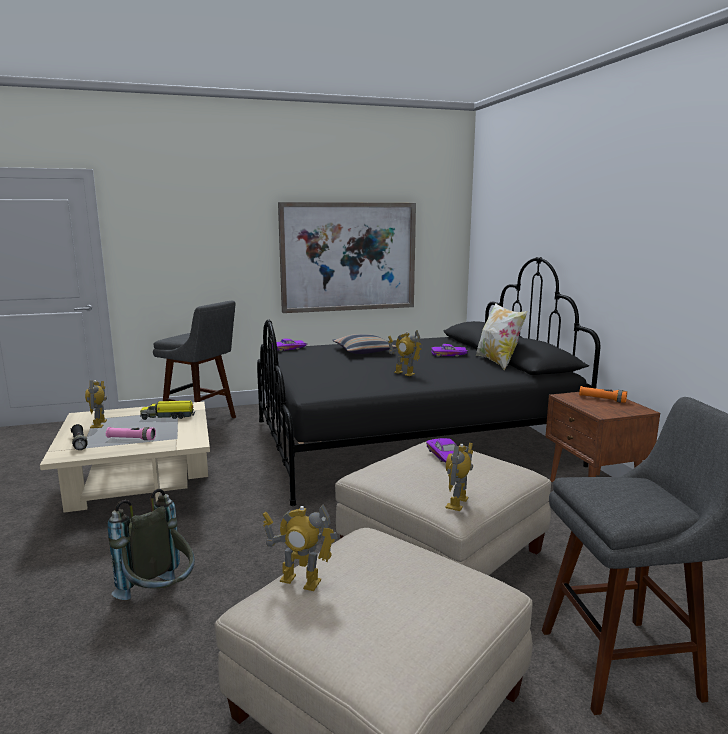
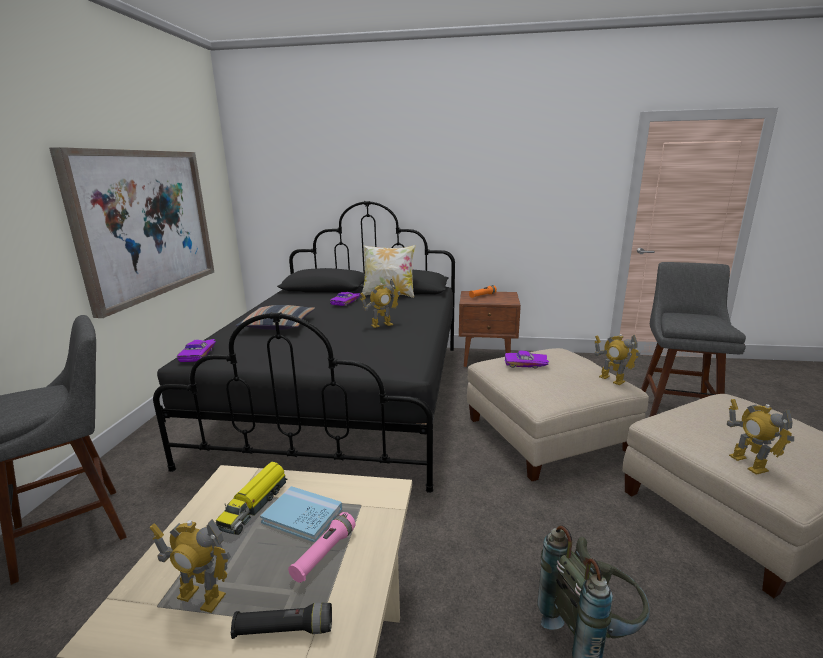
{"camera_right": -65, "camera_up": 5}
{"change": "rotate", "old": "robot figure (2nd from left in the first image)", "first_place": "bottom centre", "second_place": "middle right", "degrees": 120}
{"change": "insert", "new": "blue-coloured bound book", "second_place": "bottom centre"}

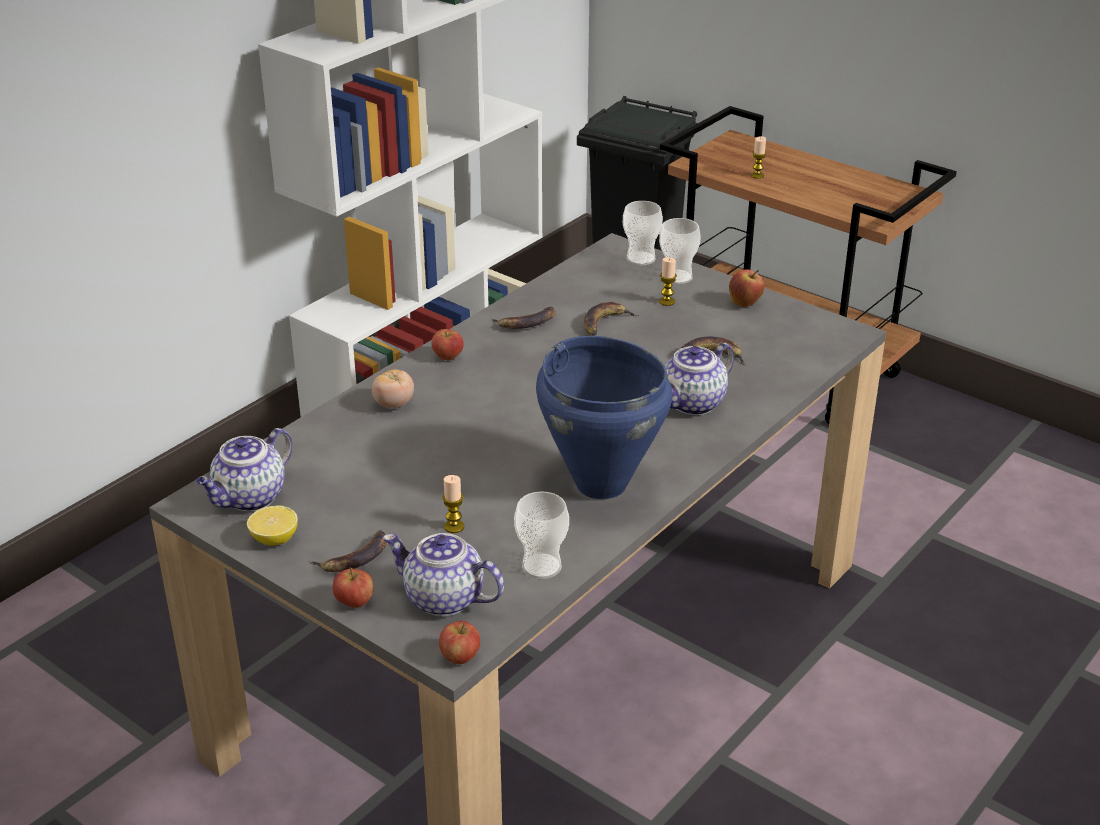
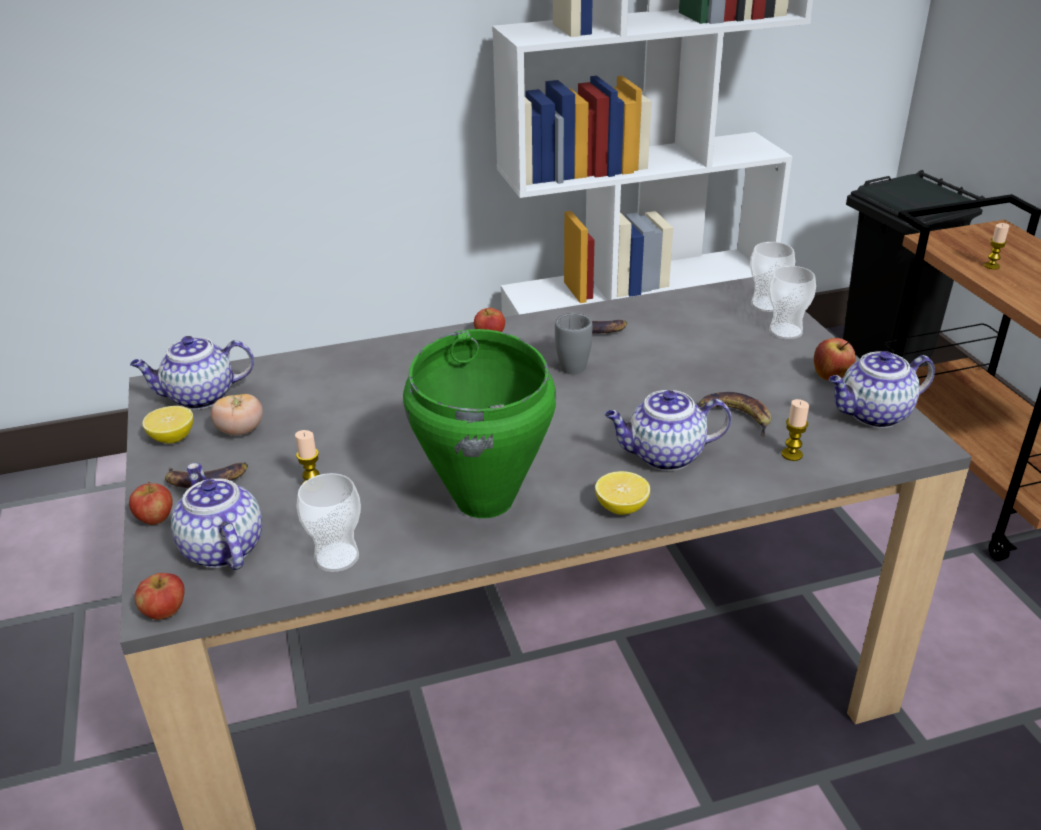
{"camera_right": 35, "camera_up": 0}
{"change": "move", "old": "wax light (2nd from left)", "first_place": "centre", "second_place": "middle right"}
{"change": "delete", "old": "banana (3rd from left)", "first_place": "centre"}
{"change": "recolor", "old": "blue-coloured saucepot", "new": "green-coloured saucepot", "first_place": "centre", "second_place": "centre"}
{"change": "move", "old": "fresh tomato", "first_place": "centre", "second_place": "middle left"}
{"change": "insert", "new": "greyish mug", "second_place": "centre"}
{"change": "insert", "new": "tea pot (4th from left)", "second_place": "middle right"}
{"change": "insert", "new": "whole lemon (2nd from left)", "second_place": "centre"}

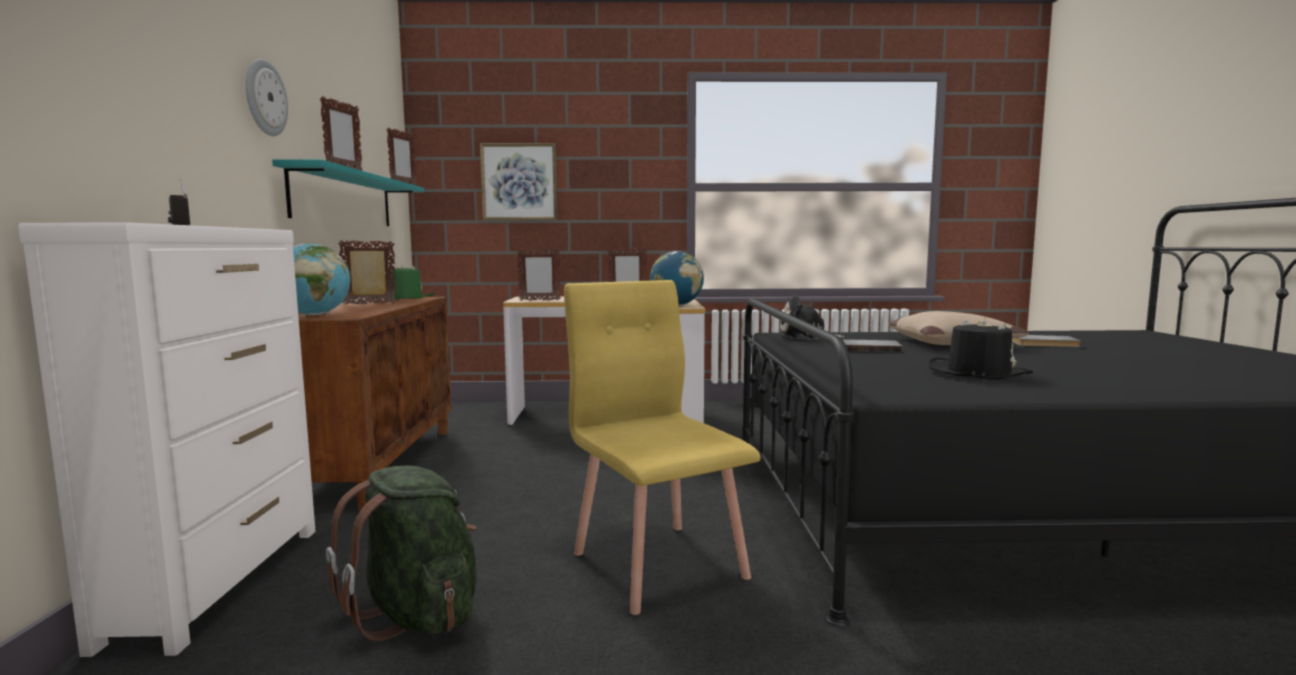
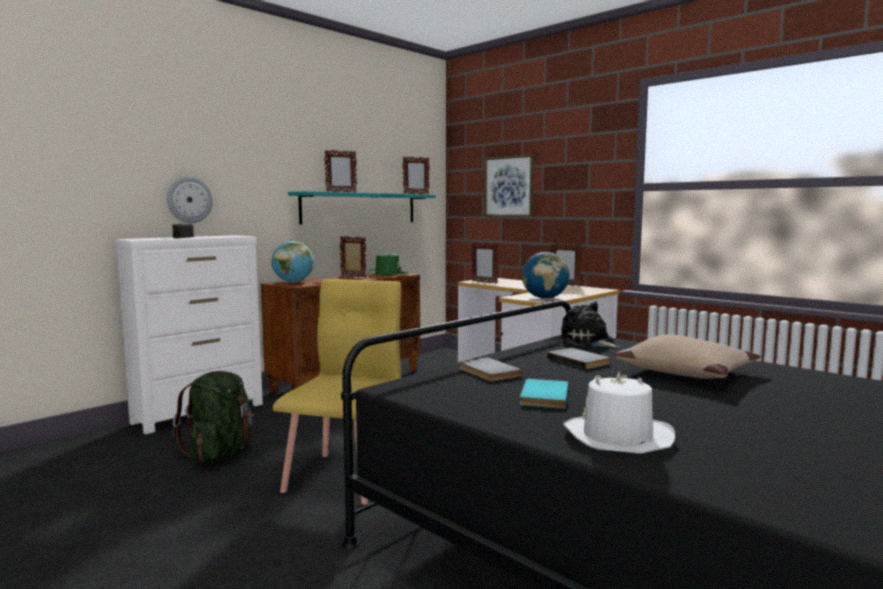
{"camera_right": 45, "camera_up": 0}
{"change": "move", "old": "wall clock", "first_place": "top left", "second_place": "middle left"}
{"change": "replace", "old": "black-coloured wearable hat", "new": "blue-green bound book", "first_place": "middle right", "second_place": "bottom centre"}
{"change": "move", "old": "greyish bound book (2nd from left in the first image)", "new": "greyish bound book (1st from left)", "first_place": "middle right", "second_place": "centre"}
{"change": "insert", "new": "white-coloured wearable hat", "second_place": "bottom right"}

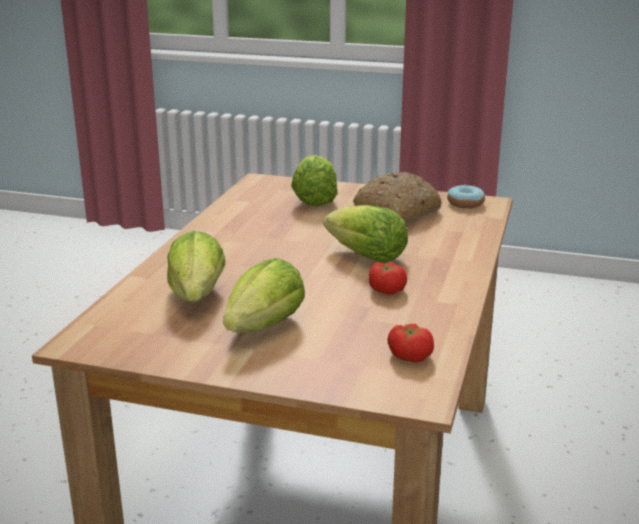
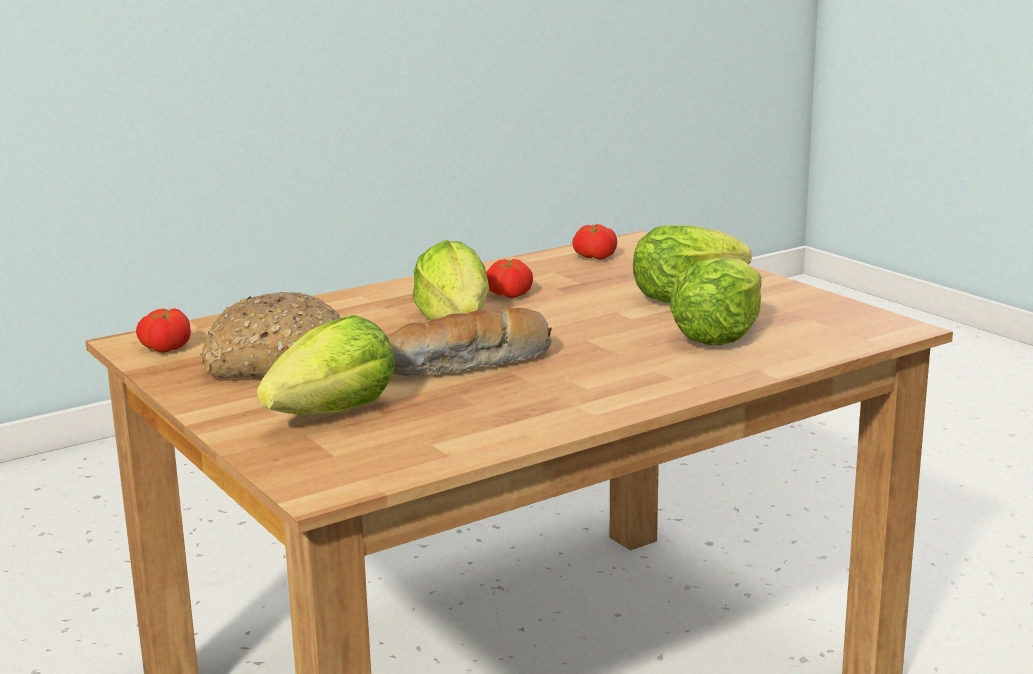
{"camera_right": -140, "camera_up": -5}
{"change": "replace", "old": "ring doughnut", "new": "fresh tomato (1st from left)", "first_place": "middle right", "second_place": "middle left"}
{"change": "insert", "new": "baked bread (2nd from left)", "second_place": "centre"}

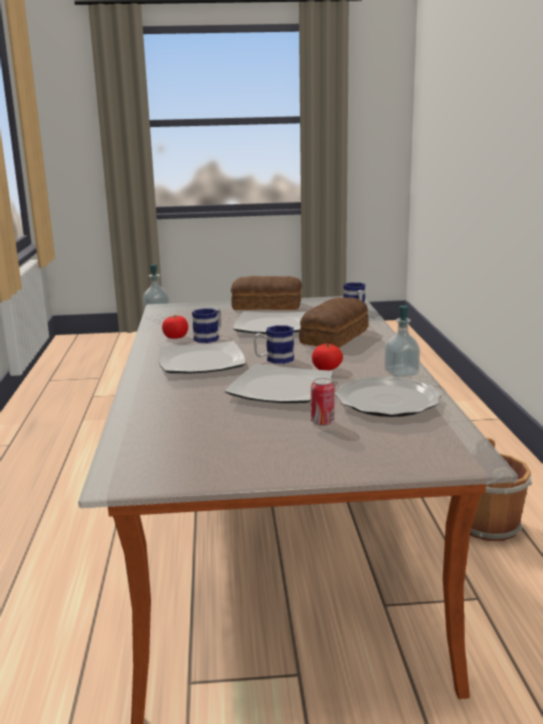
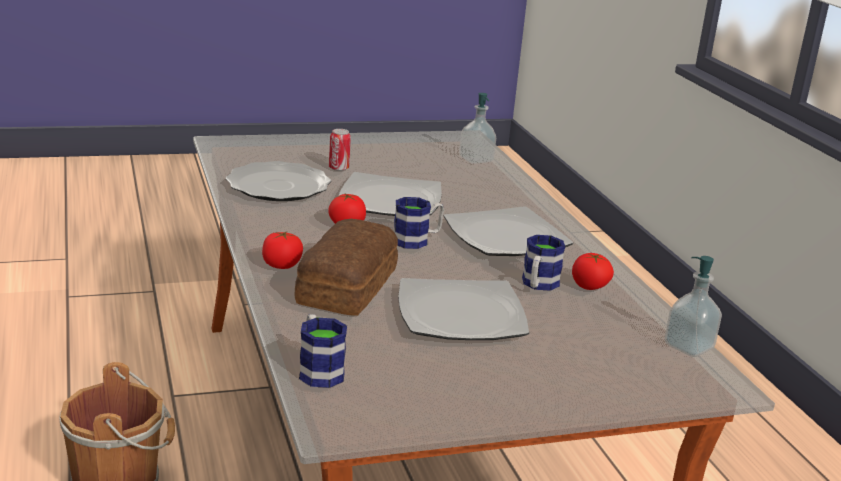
{"camera_right": 165, "camera_up": 5}
{"change": "delete", "old": "baked bread (1st from left)", "first_place": "centre"}
{"change": "move", "old": "liquid soap bottle (2nd from left in the first image)", "new": "liquid soap bottle (1st from left)", "first_place": "middle right", "second_place": "top centre"}
{"change": "insert", "new": "fresh tomato (1st from left)", "second_place": "centre"}

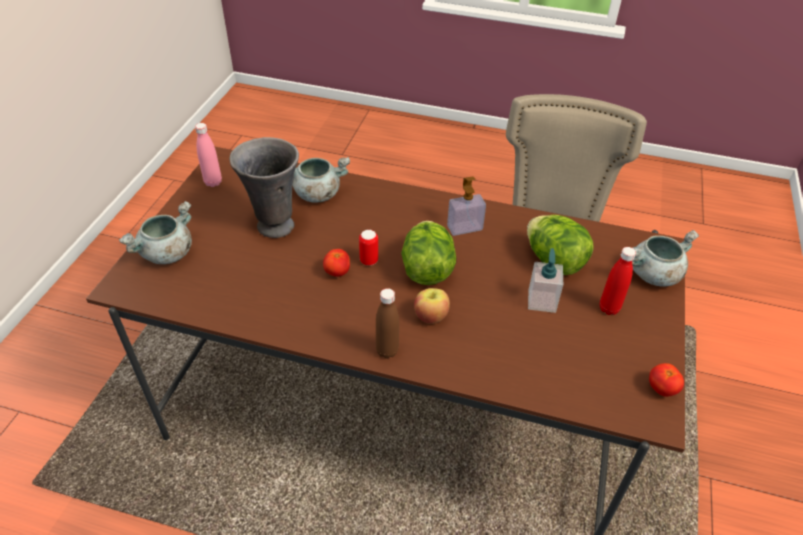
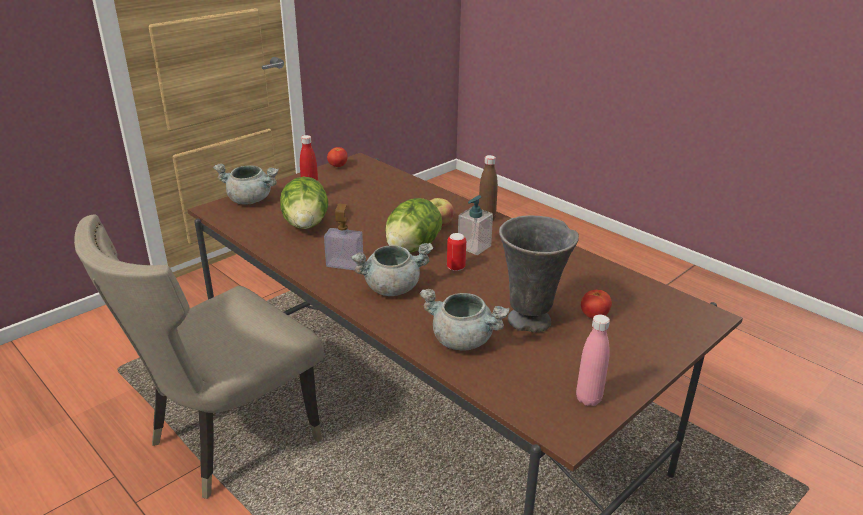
{"camera_right": -150, "camera_up": -15}
{"change": "move", "old": "greyish saucepot (1st from left in the first image)", "new": "greyish saucepot (2nd from left)", "first_place": "middle left", "second_place": "centre"}
{"change": "move", "old": "liquid soap bottle (2nd from left)", "first_place": "middle right", "second_place": "centre"}
{"change": "move", "old": "fresh tomato (1st from left in the first image)", "new": "fresh tomato (2nd from left)", "first_place": "centre", "second_place": "middle right"}

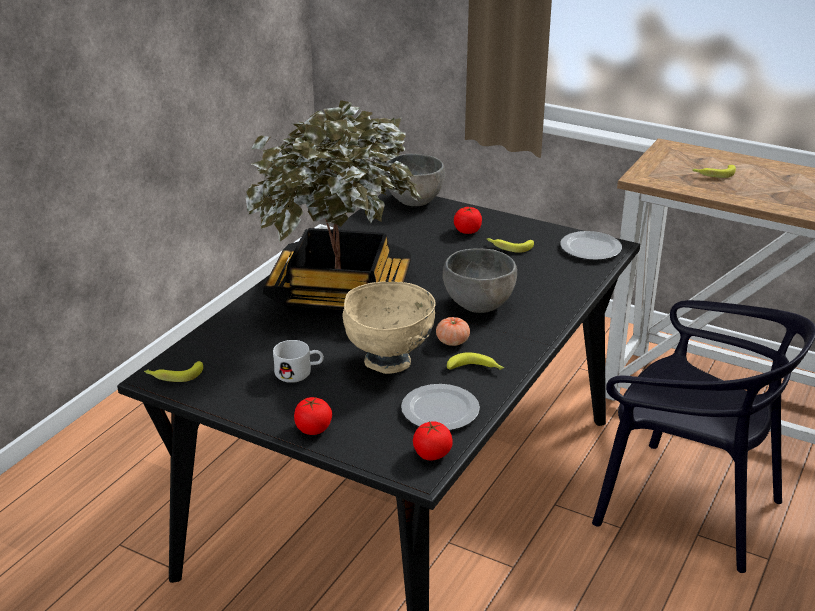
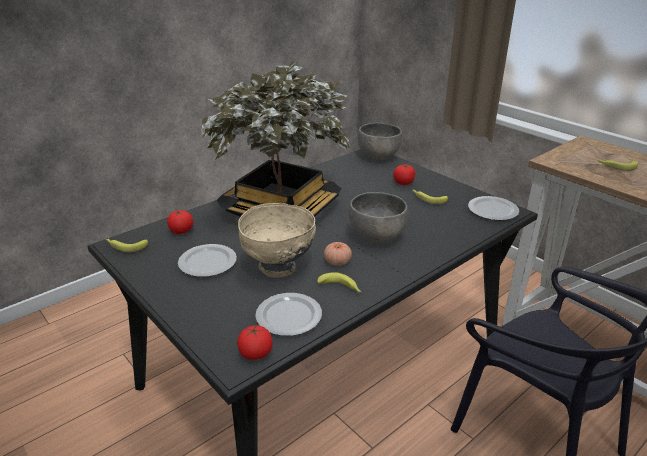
{"camera_right": 20, "camera_up": 0}
{"change": "replace", "old": "white-coloured mug", "new": "flat dish (1st from left)", "first_place": "centre", "second_place": "middle left"}
{"change": "move", "old": "fresh tomato (1st from left)", "first_place": "bottom centre", "second_place": "middle left"}

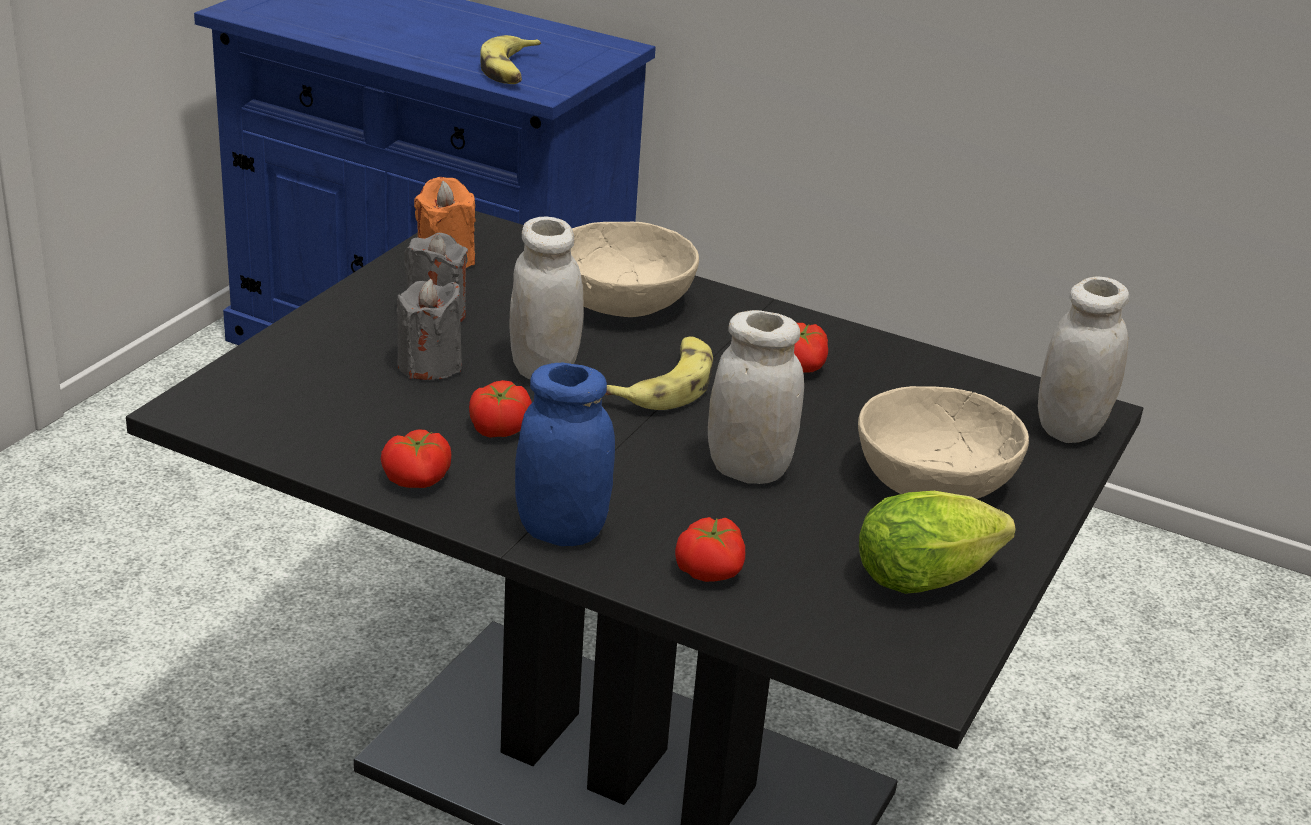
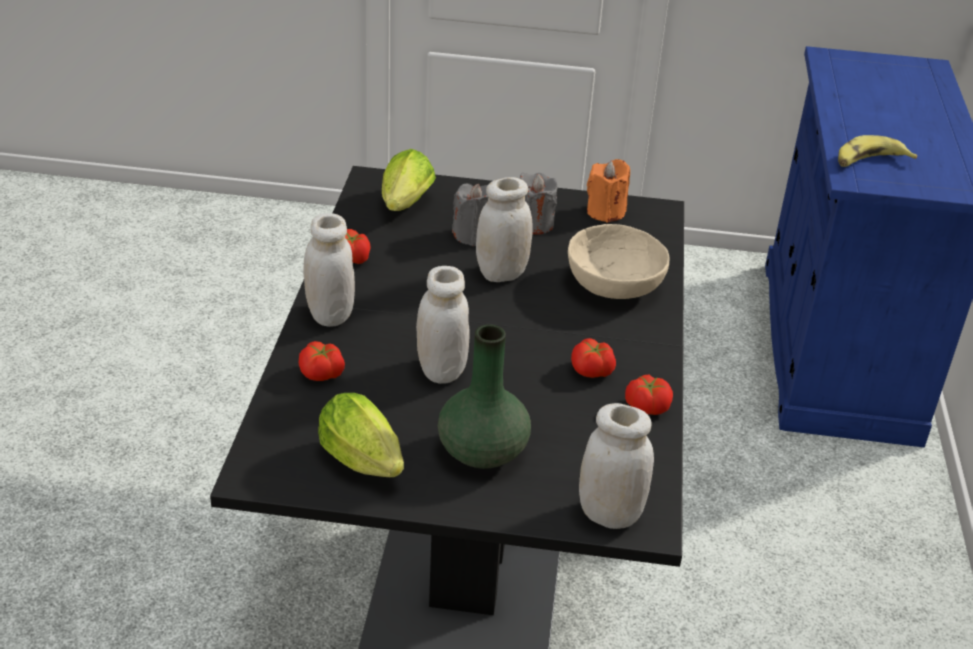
{"camera_right": 70, "camera_up": 5}
{"change": "delete", "old": "banana (2nd from left)", "first_place": "centre"}
{"change": "recolor", "old": "blue-coloured storage jar", "new": "white-coloured storage jar (1st from left)", "first_place": "centre", "second_place": "centre"}
{"change": "move", "old": "fresh tomato (2nd from left in the first image)", "new": "fresh tomato (4th from left)", "first_place": "centre", "second_place": "middle right"}
{"change": "replace", "old": "sand-coloured serving bowl (2nd from left)", "new": "green-coloured vase", "first_place": "middle right", "second_place": "centre"}
{"change": "insert", "new": "lettuce head (2nd from left)", "second_place": "top centre"}

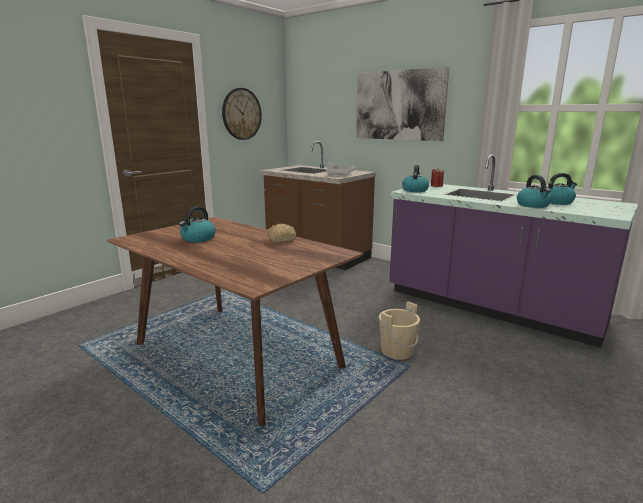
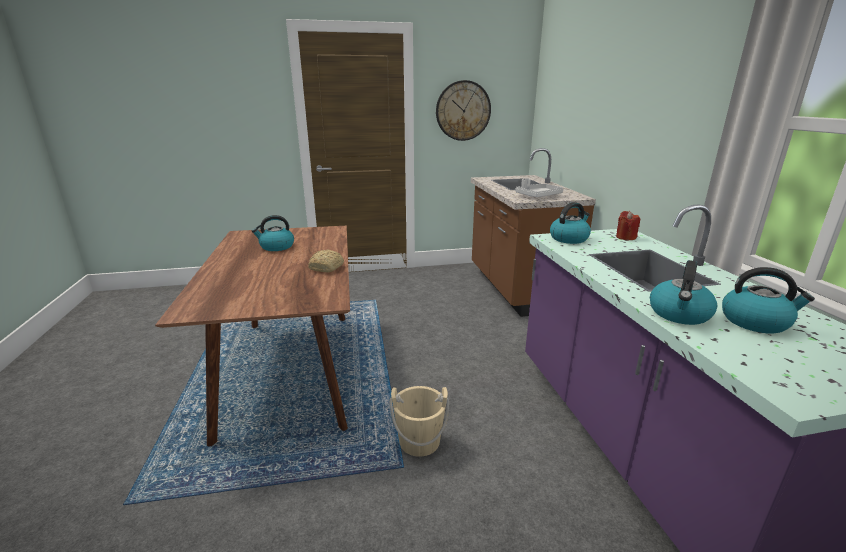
{"camera_right": 40, "camera_up": 5}
{"change": "delete", "old": "picture", "first_place": "top centre"}

